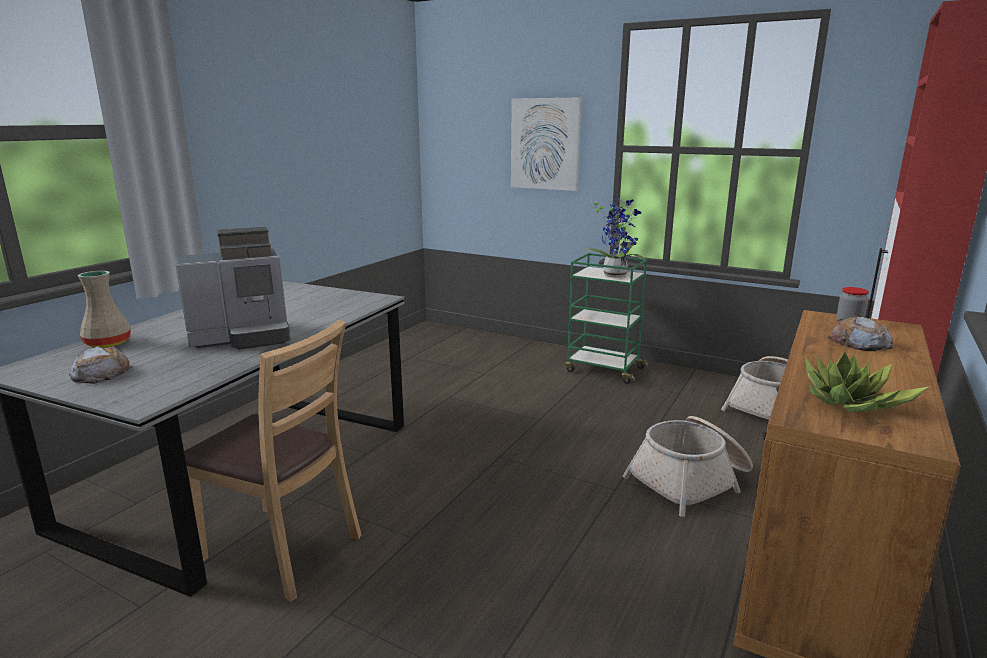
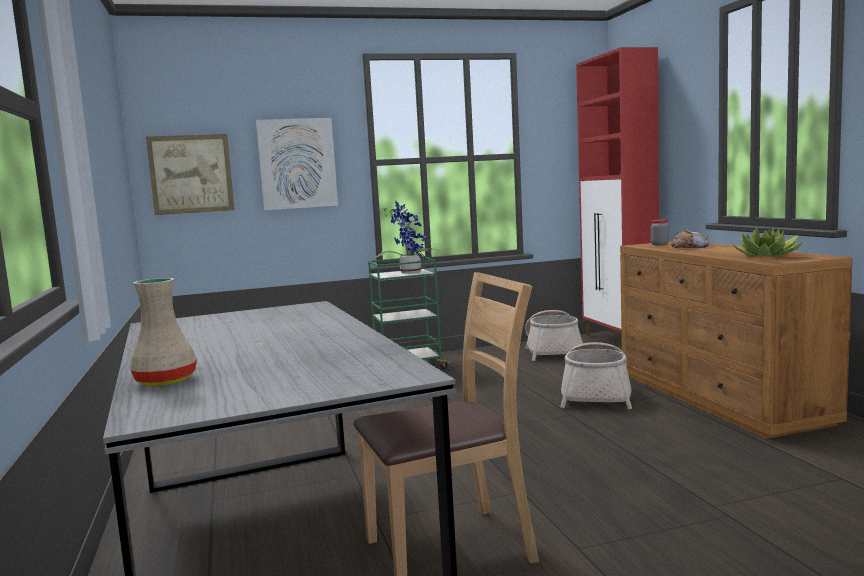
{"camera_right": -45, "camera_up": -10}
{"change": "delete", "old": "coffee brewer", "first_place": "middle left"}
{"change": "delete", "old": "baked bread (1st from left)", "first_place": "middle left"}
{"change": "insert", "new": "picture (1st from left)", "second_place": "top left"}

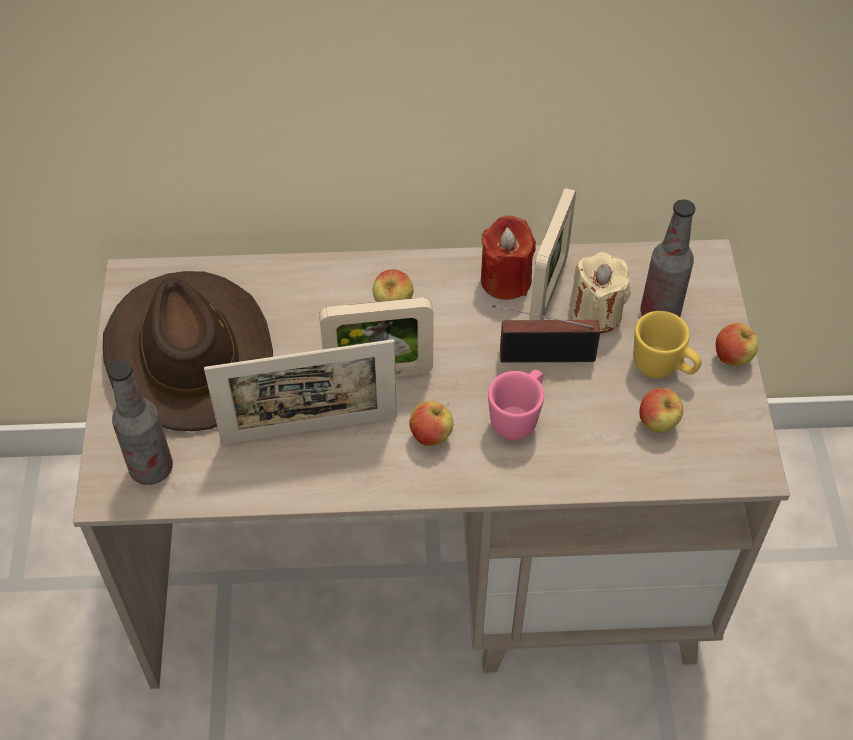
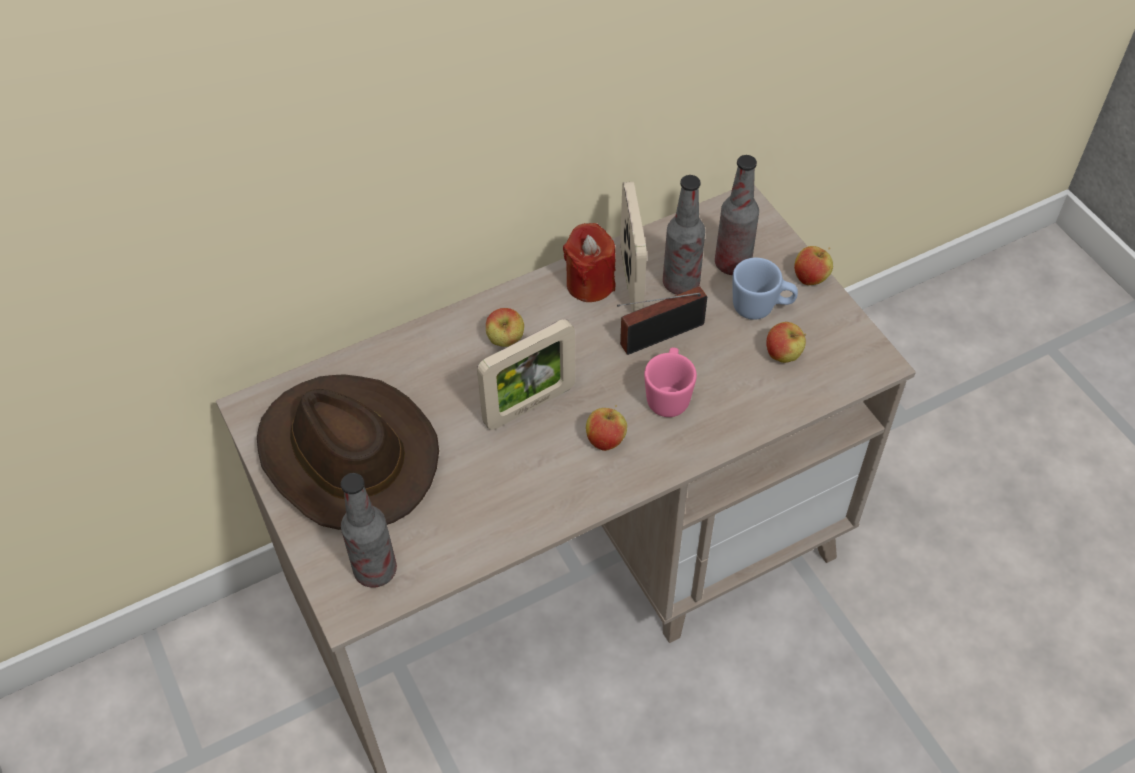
{"camera_right": -25, "camera_up": 0}
{"change": "replace", "old": "sand-coloured wax light", "new": "beverage bottle (2nd from left)", "first_place": "middle right", "second_place": "top centre"}
{"change": "recolor", "old": "yellow-coloured mug", "new": "blue-coloured mug", "first_place": "middle right", "second_place": "middle right"}
{"change": "delete", "old": "picture frame (1st from left)", "first_place": "centre"}

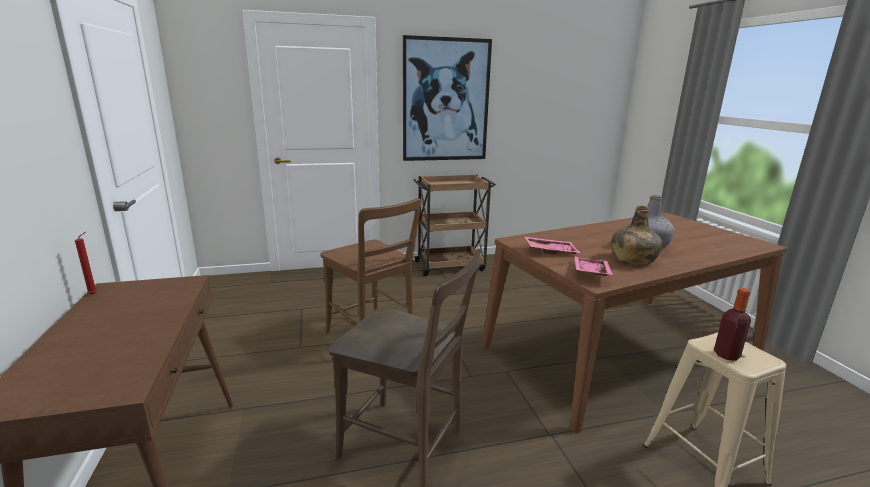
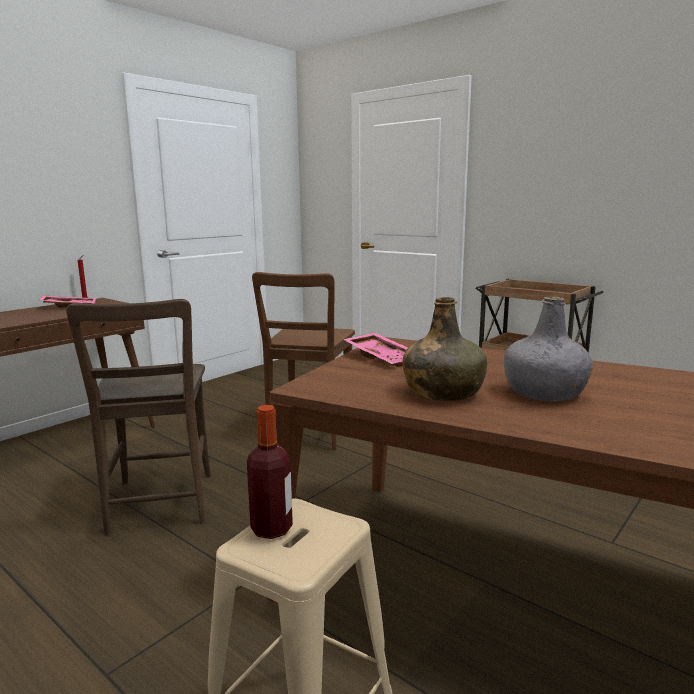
{"camera_right": 55, "camera_up": -5}
{"change": "delete", "old": "picture", "first_place": "top centre"}
{"change": "move", "old": "pinkish serving tray (2nd from left in the first image)", "new": "pinkish serving tray (1st from left)", "first_place": "middle right", "second_place": "middle left"}

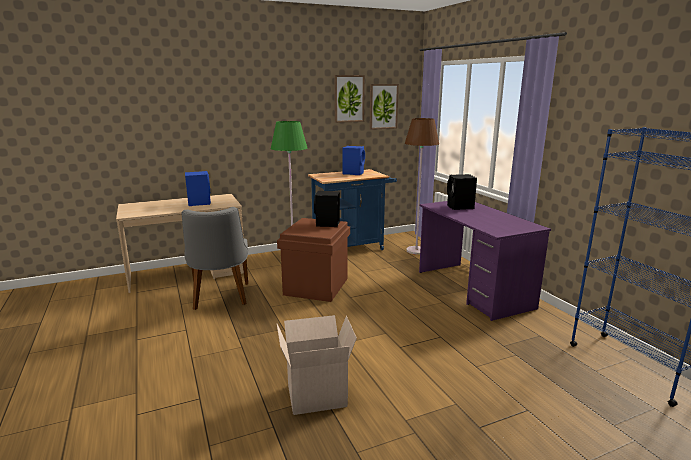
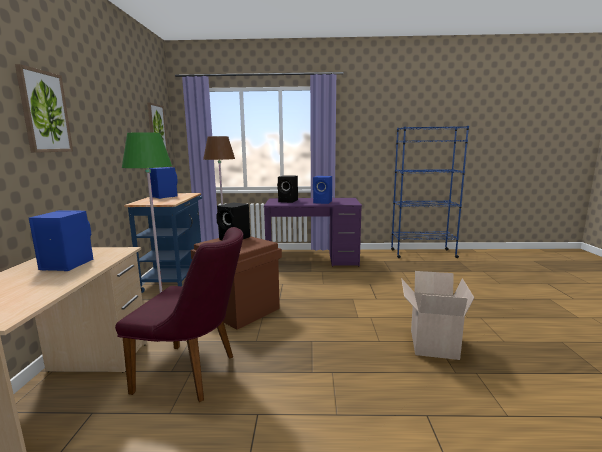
{"camera_right": -65, "camera_up": -5}
{"change": "move", "old": "picture (1st from left)", "first_place": "top centre", "second_place": "top left"}
{"change": "recolor", "old": "greyish chair", "new": "purple-coloured chair", "first_place": "middle left", "second_place": "bottom left"}
{"change": "insert", "new": "blue-coloured audio speaker (3rd from left)", "second_place": "centre"}

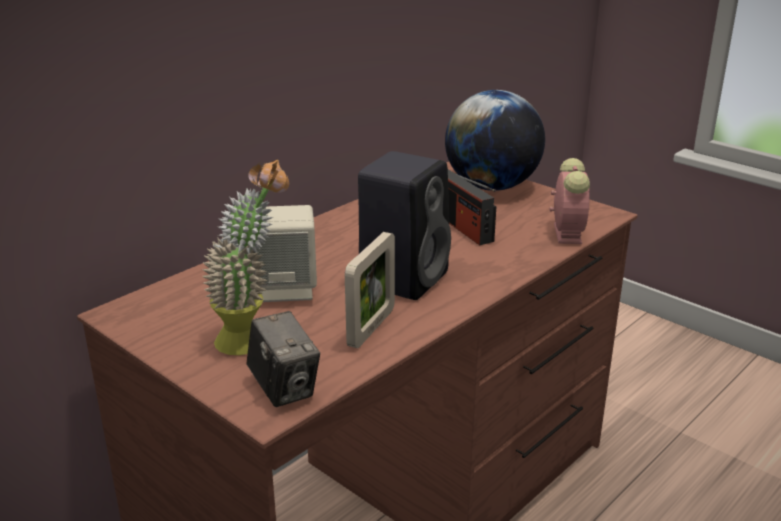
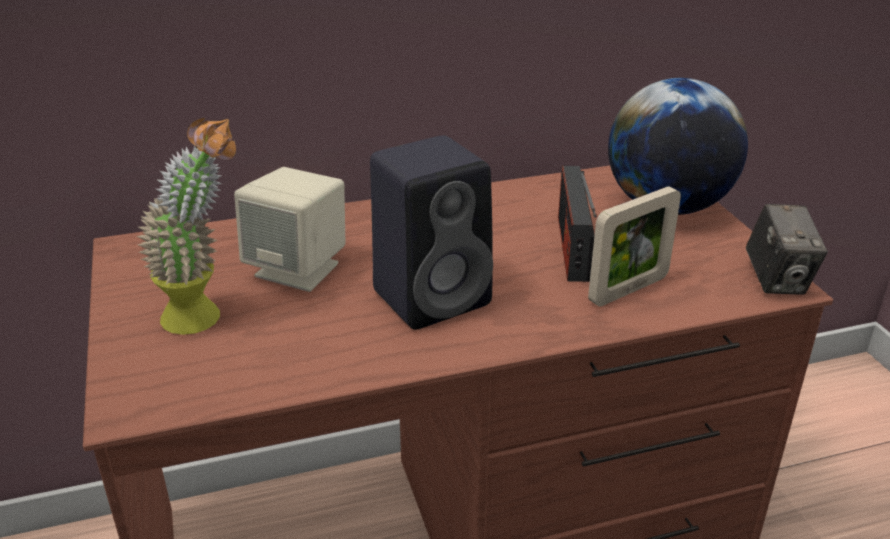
{"camera_right": 30, "camera_up": 5}
{"change": "delete", "old": "table clock", "first_place": "middle right"}
{"change": "move", "old": "picture frame", "first_place": "centre", "second_place": "middle right"}
{"change": "move", "old": "photo camera", "first_place": "bottom centre", "second_place": "middle right"}

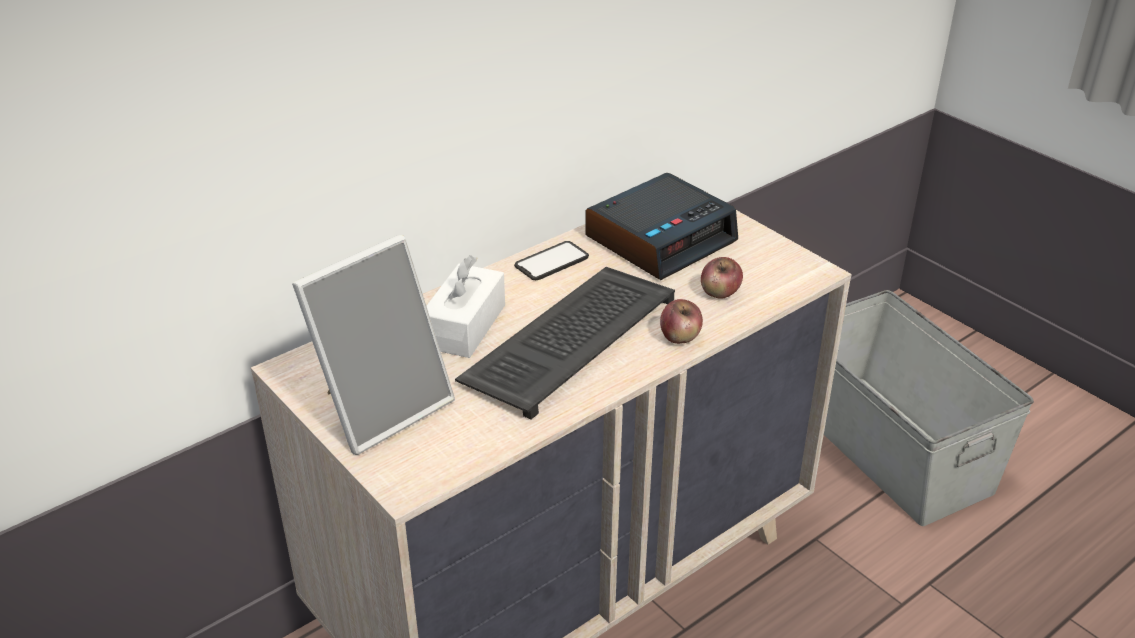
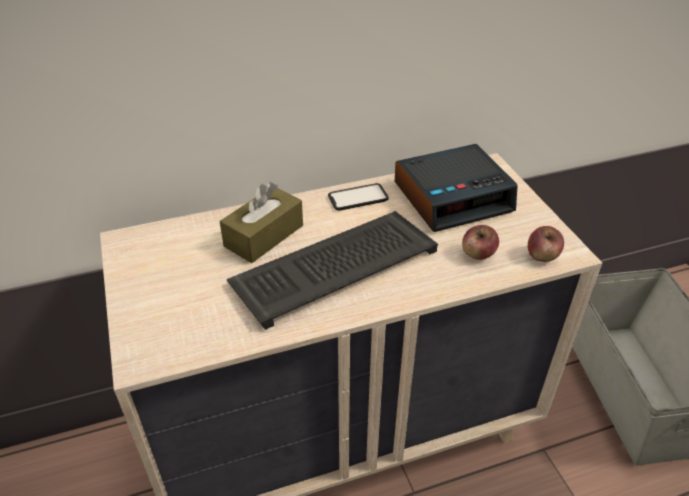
{"camera_right": 20, "camera_up": 5}
{"change": "delete", "old": "picture frame", "first_place": "middle left"}
{"change": "recolor", "old": "white-coloured box of tissues", "new": "brown-coloured box of tissues", "first_place": "centre", "second_place": "centre"}
{"change": "move", "old": "apple (1st from left in the first image)", "new": "apple (2nd from left)", "first_place": "centre", "second_place": "middle right"}

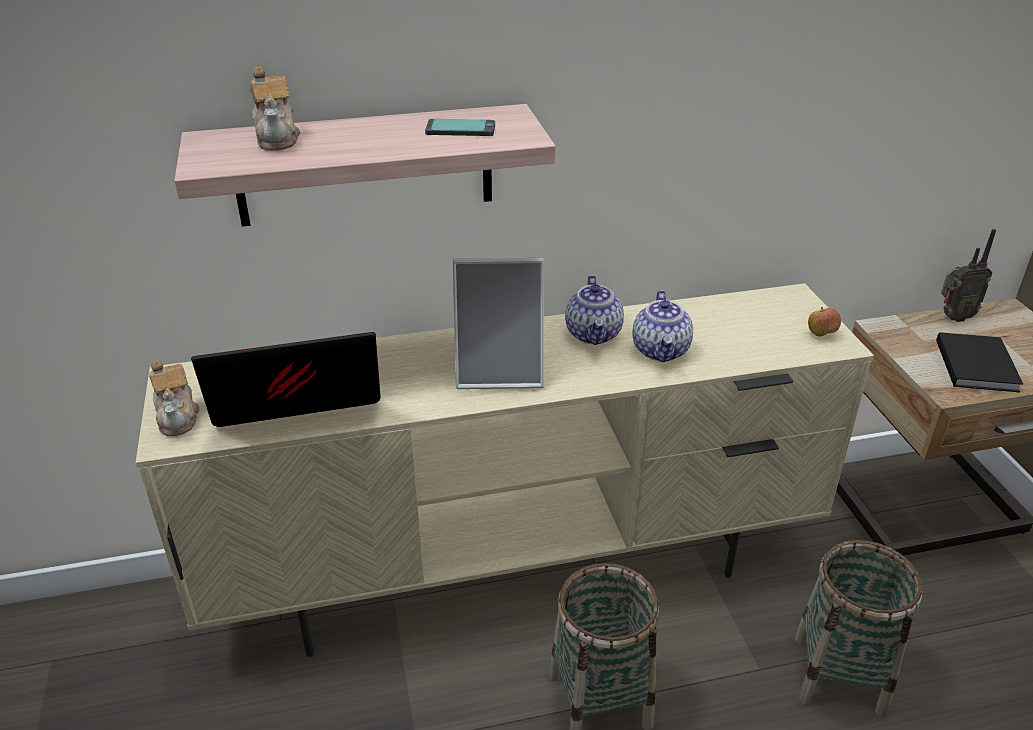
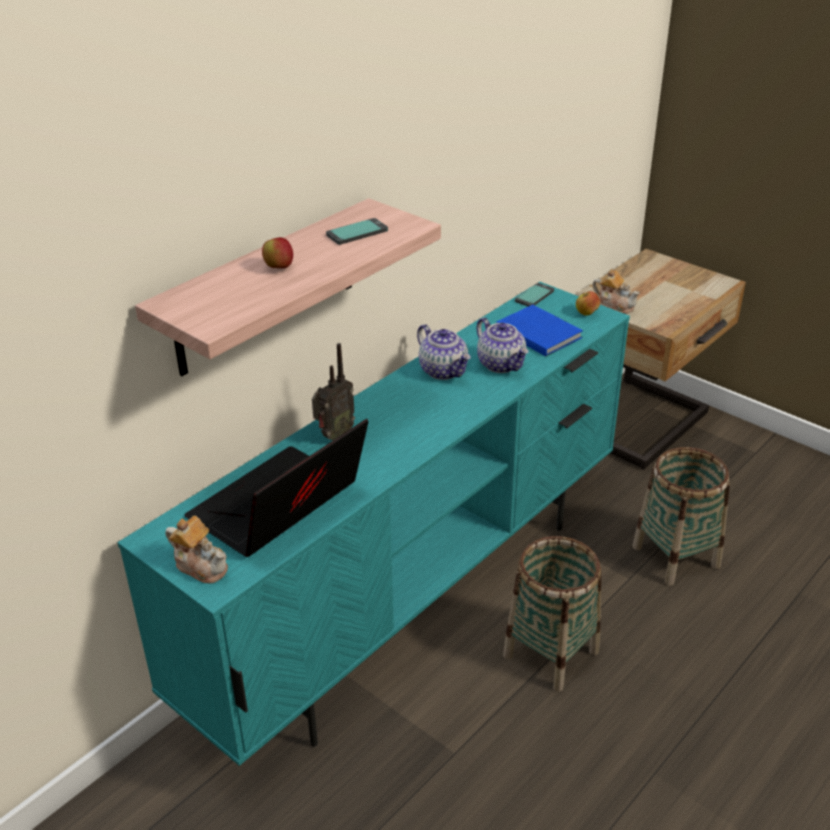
{"camera_right": -35, "camera_up": 0}
{"change": "move", "old": "tea pot (2nd from left in the first image)", "new": "tea pot (4th from left)", "first_place": "top left", "second_place": "middle right"}
{"change": "move", "old": "radio set", "first_place": "middle right", "second_place": "centre"}
{"change": "delete", "old": "picture frame", "first_place": "centre"}
{"change": "recolor", "old": "sand-coloured tv stand", "new": "blue-green tv stand", "first_place": "centre", "second_place": "centre"}
{"change": "delete", "old": "black-coloured bound book", "first_place": "middle right"}
{"change": "insert", "new": "apple (1st from left)", "second_place": "top centre"}
{"change": "insert", "new": "telephone (2nd from left)", "second_place": "centre"}
{"change": "insert", "new": "blue-coloured bound book", "second_place": "centre"}

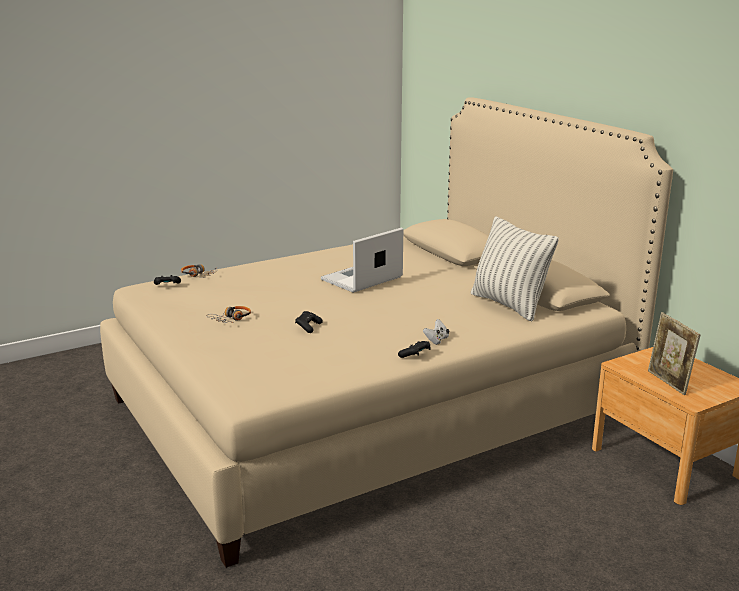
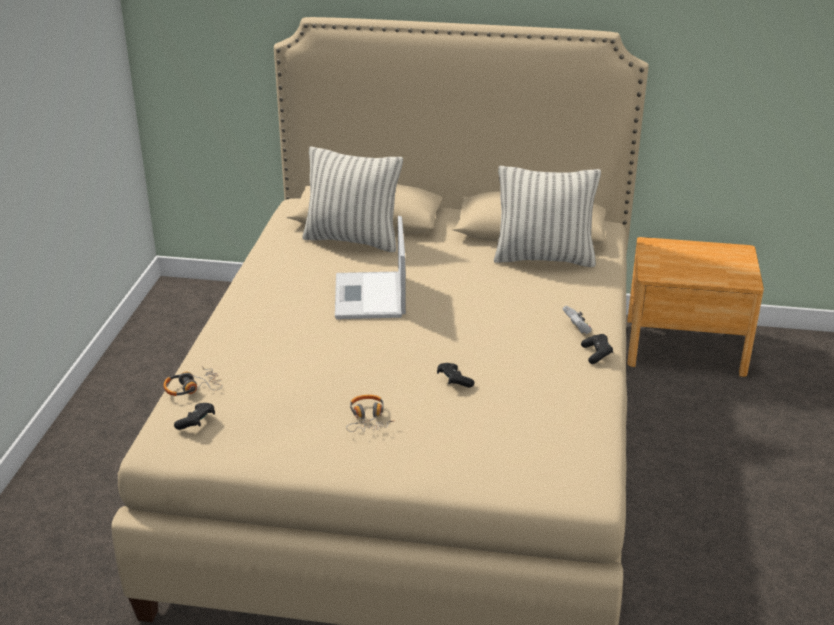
{"camera_right": -50, "camera_up": 10}
{"change": "delete", "old": "picture frame", "first_place": "middle right"}
{"change": "insert", "new": "pillow (1st from left)", "second_place": "top centre"}

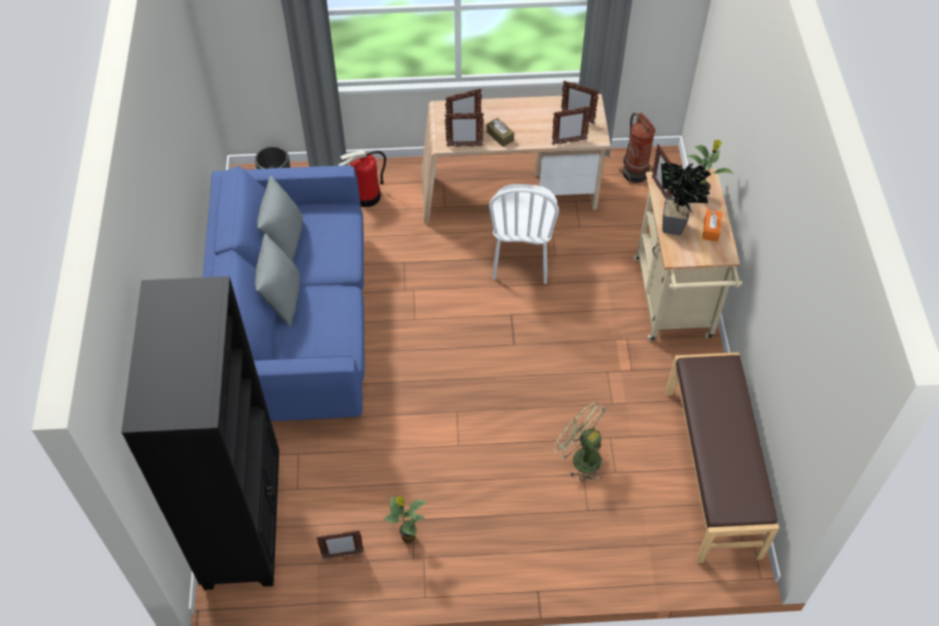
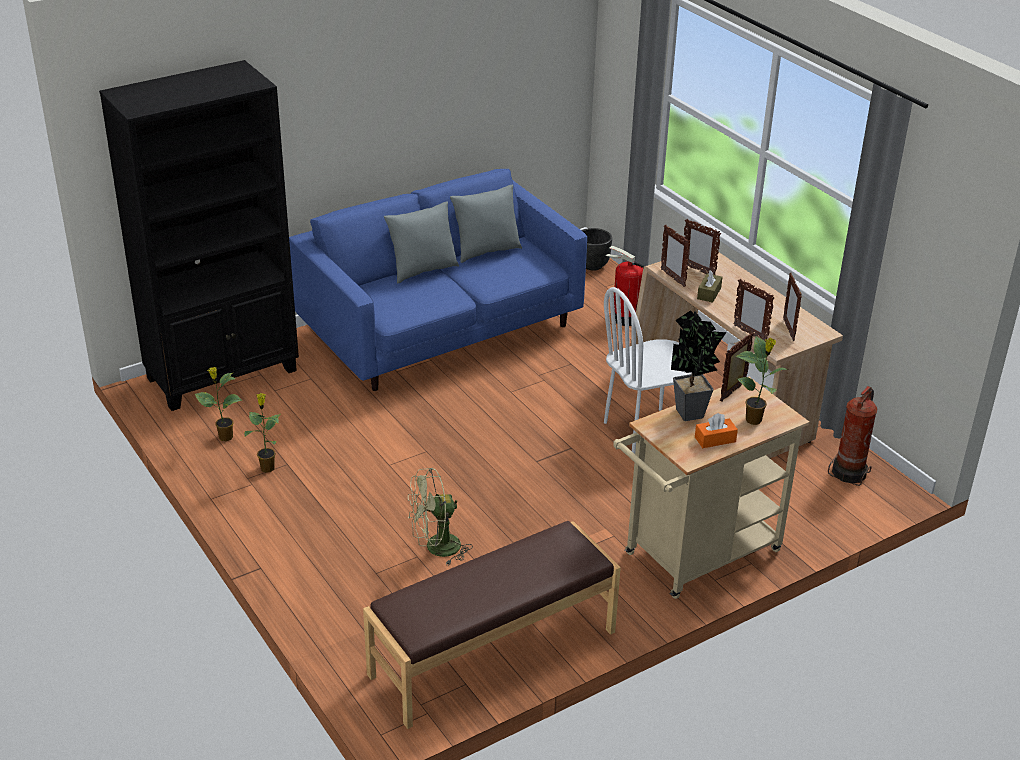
{"camera_right": 60, "camera_up": -20}
{"change": "rotate", "old": "green-coloured fan", "first_place": "bottom centre", "second_place": "bottom centre", "degrees": -120}
{"change": "replace", "old": "picture frame (1st from left)", "new": "potted plant (1st from left)", "first_place": "bottom centre", "second_place": "middle left"}

